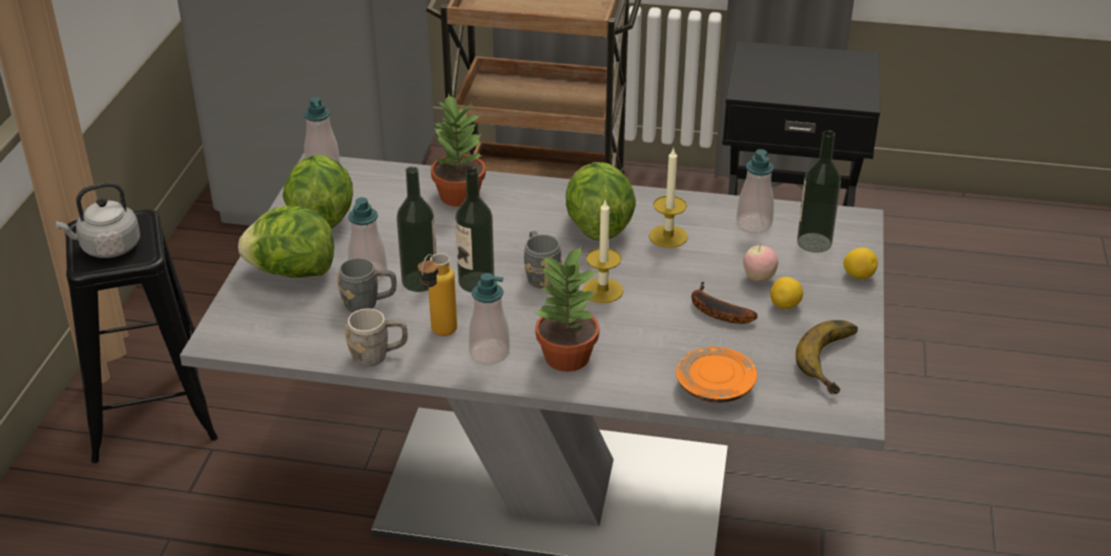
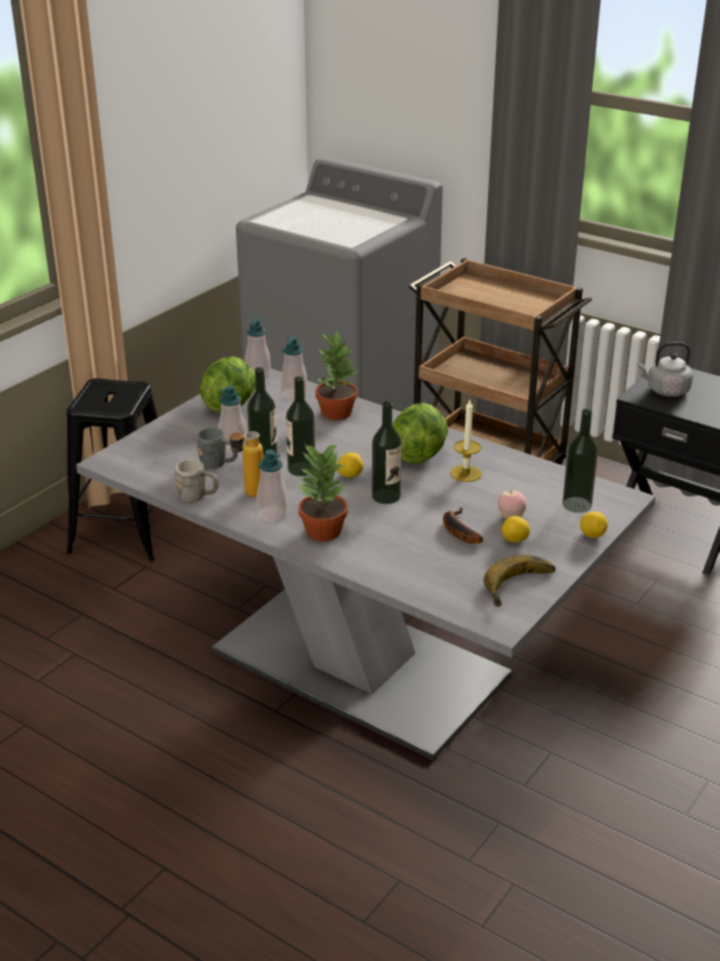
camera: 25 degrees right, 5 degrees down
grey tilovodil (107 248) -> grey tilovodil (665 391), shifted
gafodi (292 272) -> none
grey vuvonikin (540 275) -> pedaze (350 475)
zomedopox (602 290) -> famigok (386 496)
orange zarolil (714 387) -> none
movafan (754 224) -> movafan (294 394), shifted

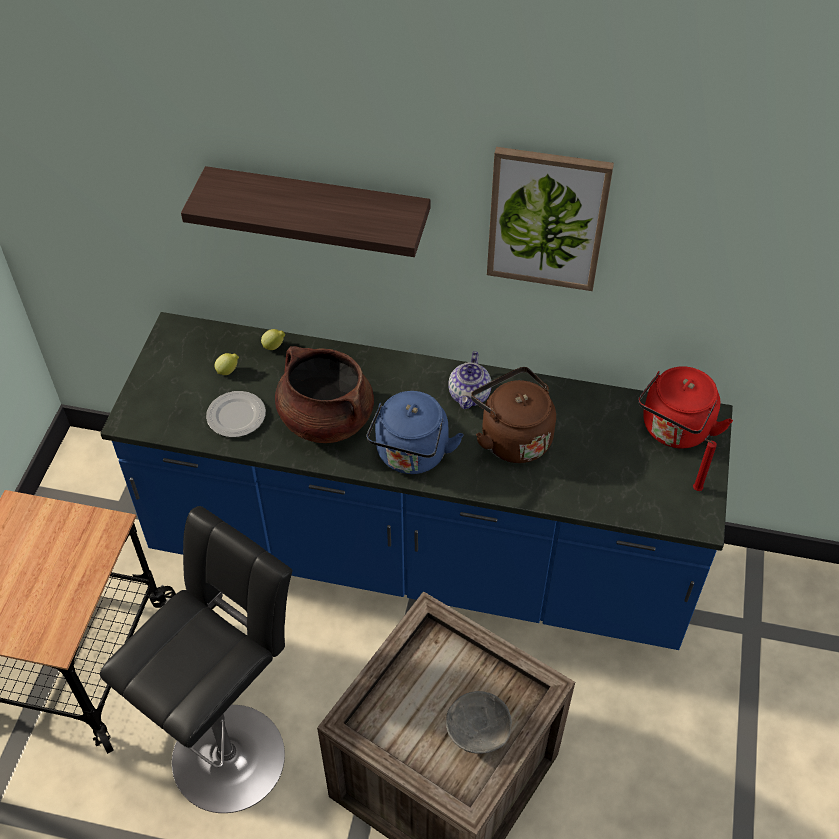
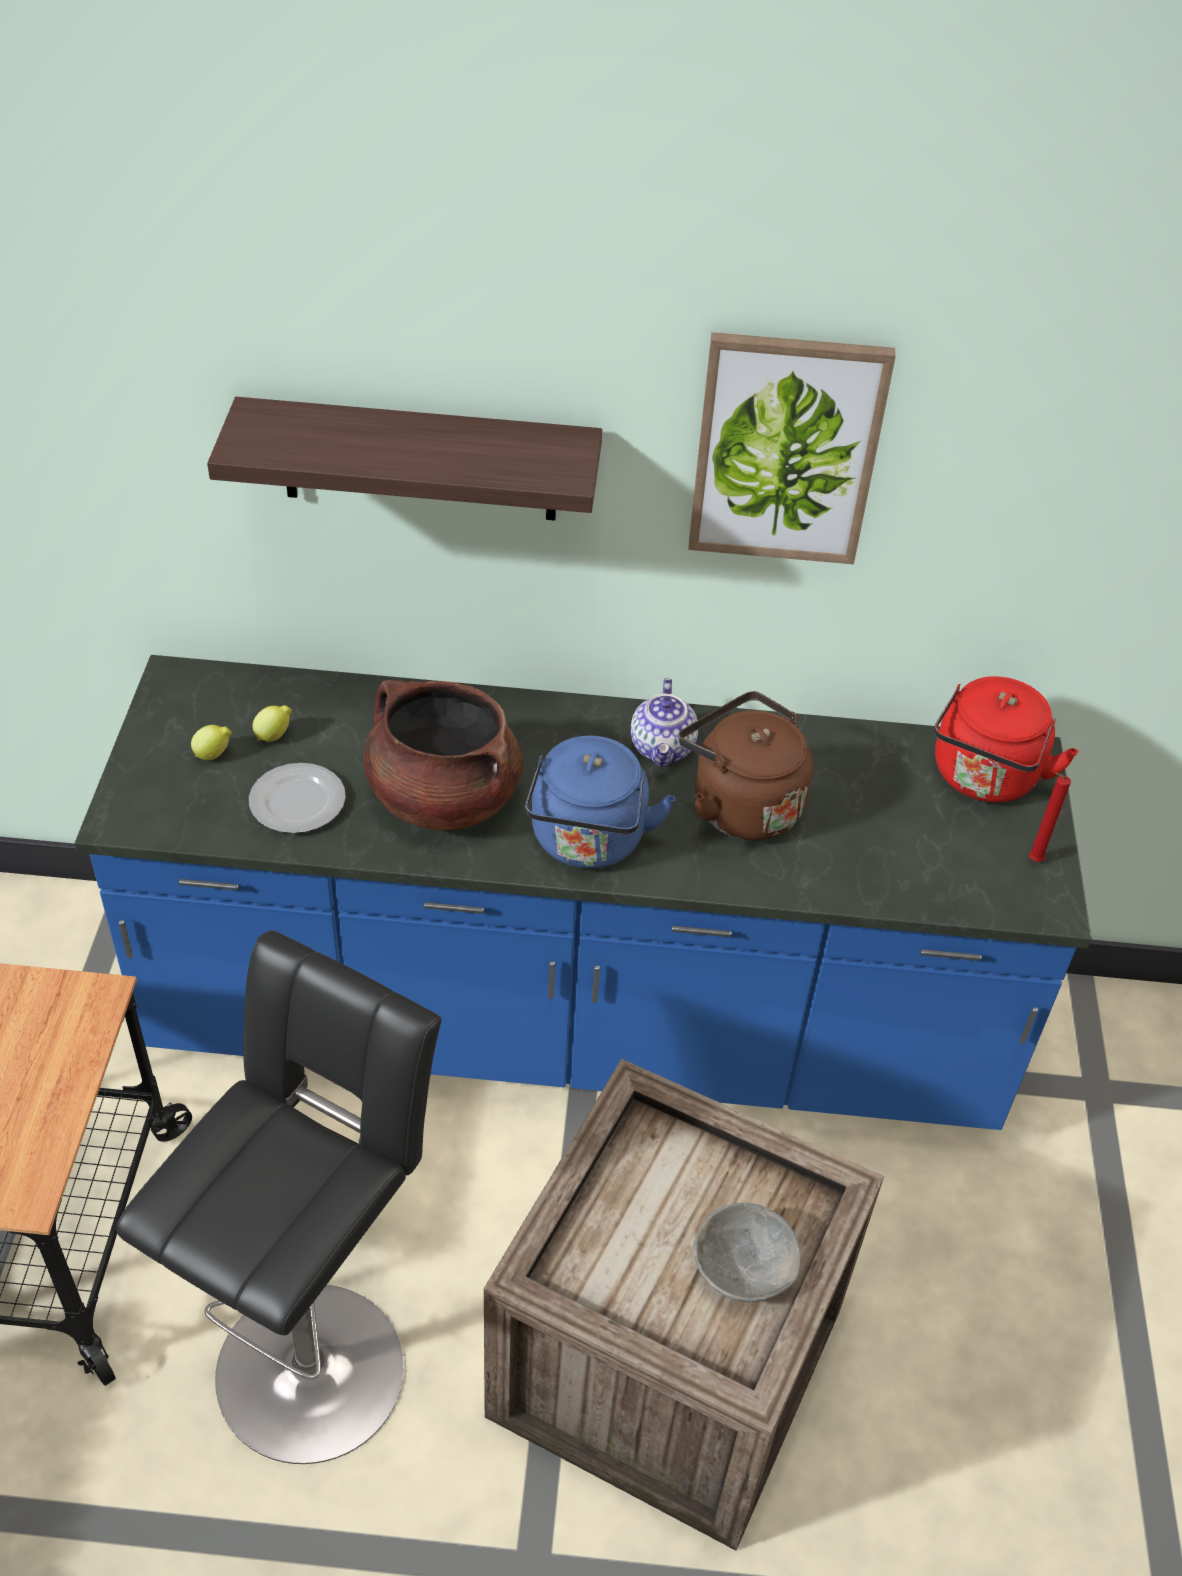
camera: 10 degrees left, 5 degrees down
pedaze (274 346) -> pedaze (214 754), shifted

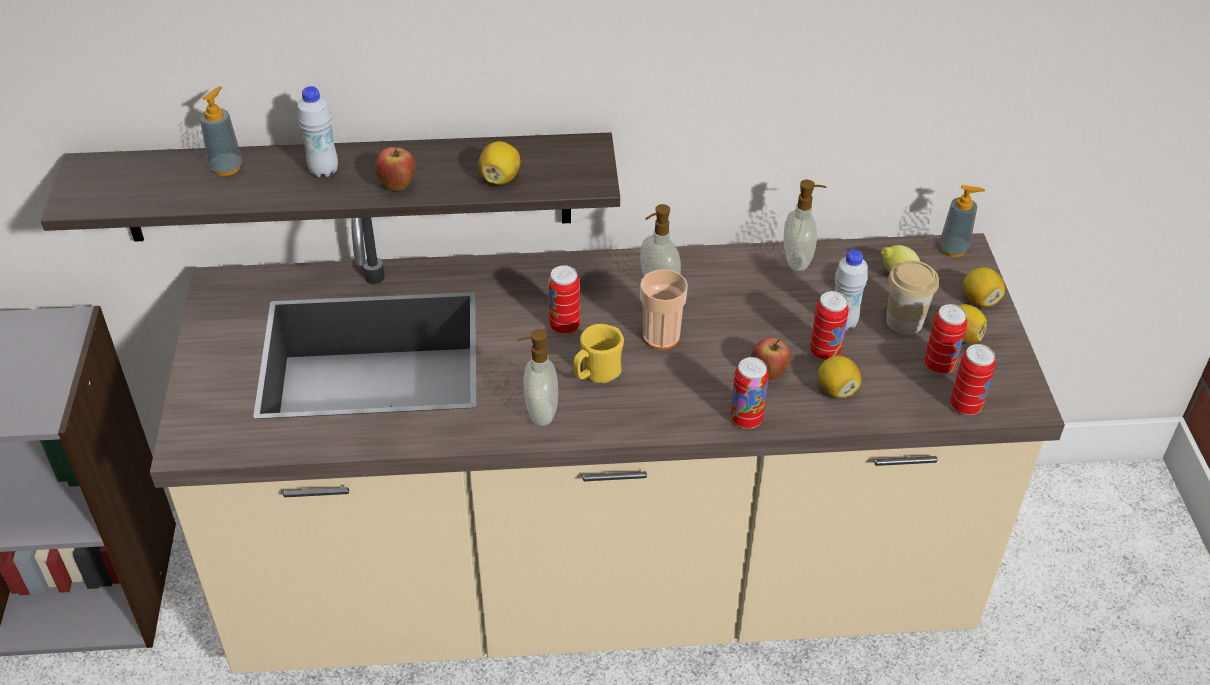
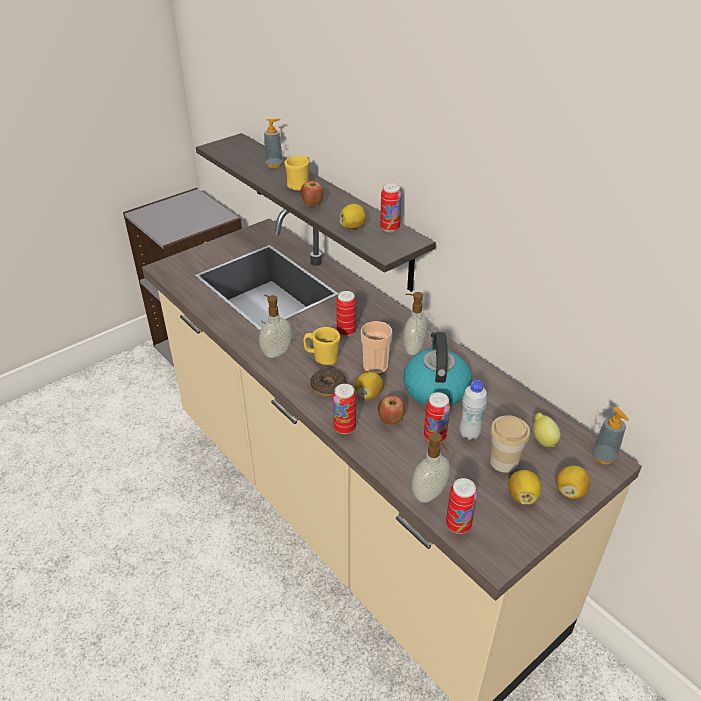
camera: 55 degrees right, 5 degrees down
white famigok (324 170) -> yellow vuvonikin (300 184)
movafan (798 260) -> movafan (430 494), shifted
pedaze (836 390) -> pedaze (368 394), shifted
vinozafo (939 365) -> vinozafo (389 228), shifted
none -> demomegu (328 387)
none -> tilovodil (435 388)

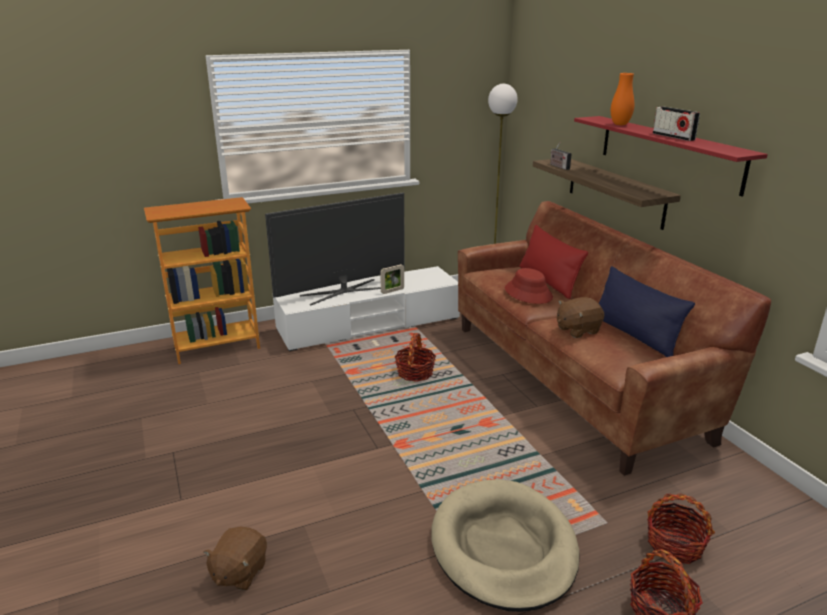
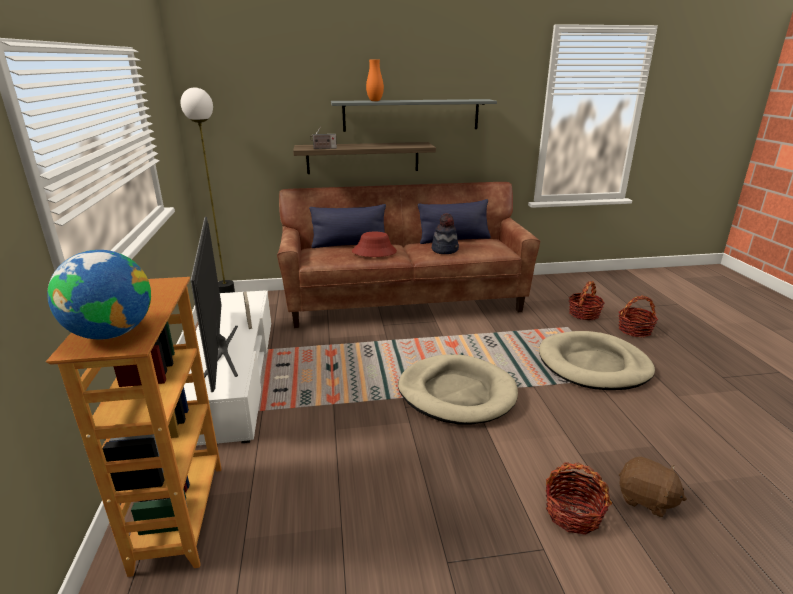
camera: 75 degrees left, 0 degrees up
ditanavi (415 373) -> ditanavi (572 513), shifted
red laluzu (548 281) -> blue laluzu (349 244)
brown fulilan (577 330) -> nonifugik (445 250)
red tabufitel (668 152) -> grey tabufitel (411 115)
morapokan (673 136) -> none
none -> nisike (111 333)
none -> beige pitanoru (456 393)

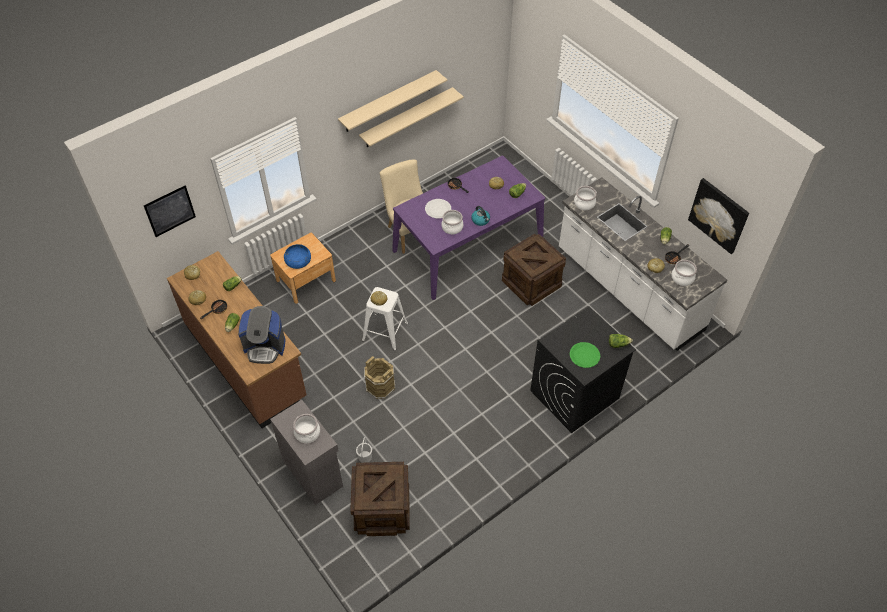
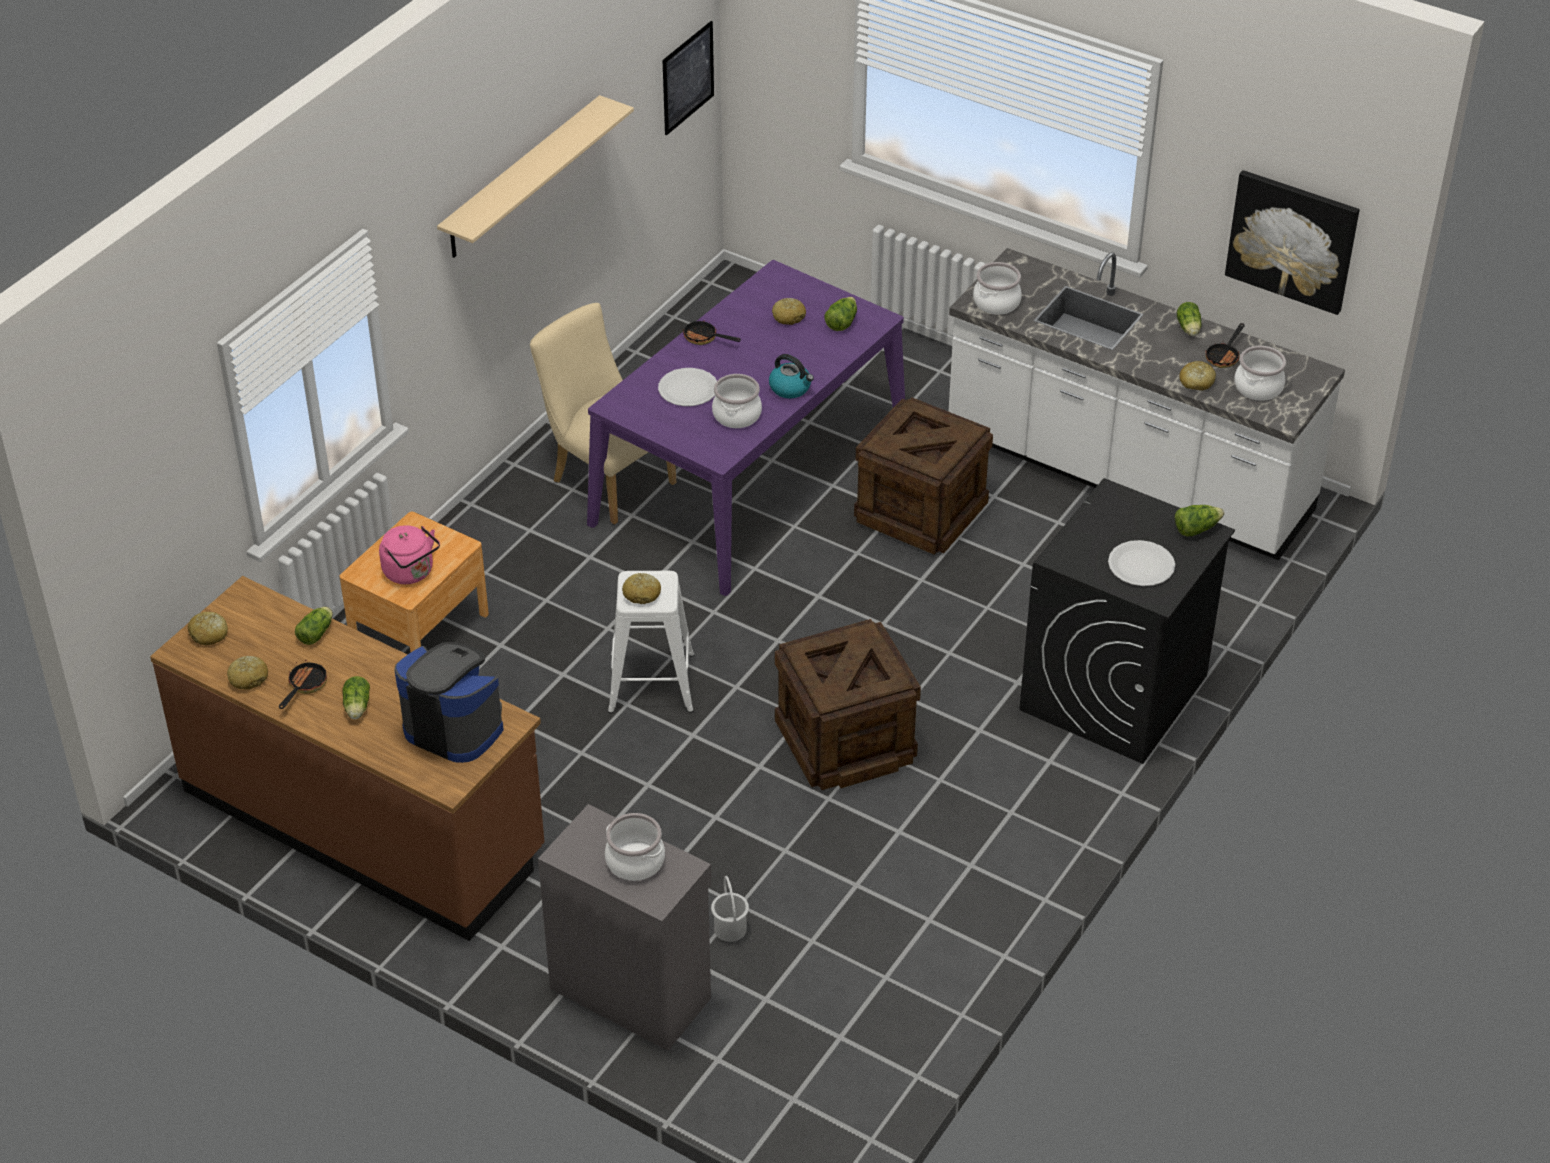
camera: 20 degrees left, 10 degrees down
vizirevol (170 211) -> vizirevol (687 77), shifted
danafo (265 347) -> danafo (454 727), 135 degrees counterclockwise
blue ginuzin (298 261) -> pink tilovodil (411 573)
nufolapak (382 509) -> nufolapak (845 742), shifted
beige tabufitel (407 118) -> none
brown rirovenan (380 386) -> none
green zarolil (584 355) -> white zarolil (1141 565)

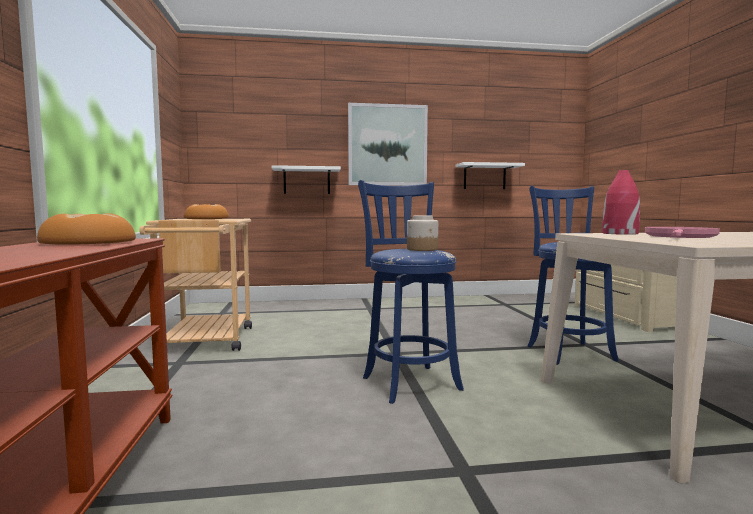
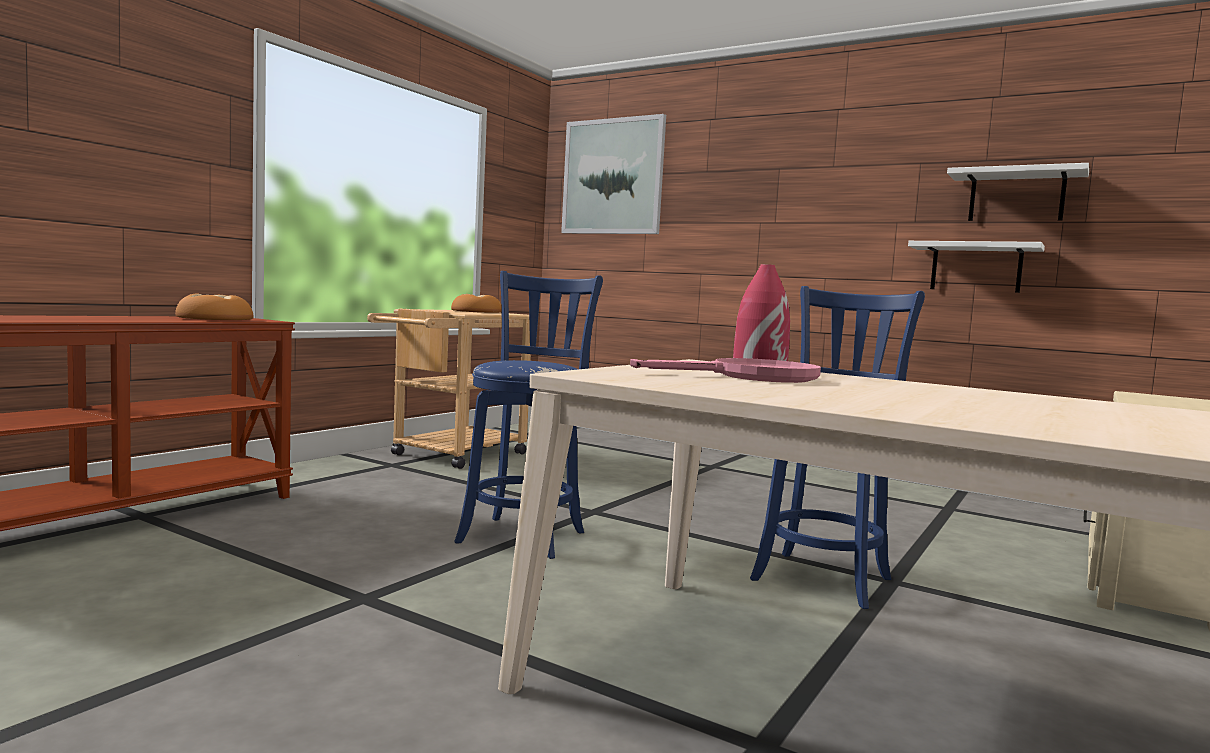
camera: 40 degrees right, 0 degrees up
white tabufitel (306 181) -> white tabufitel (1016 197), shifted
vizirevol (387 145) -> vizirevol (613 177), shifted
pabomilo (422 249) -> none

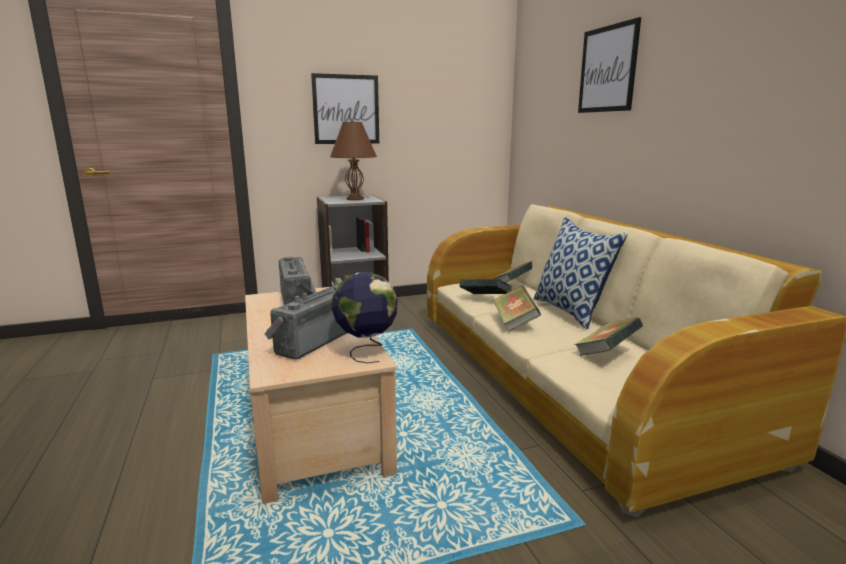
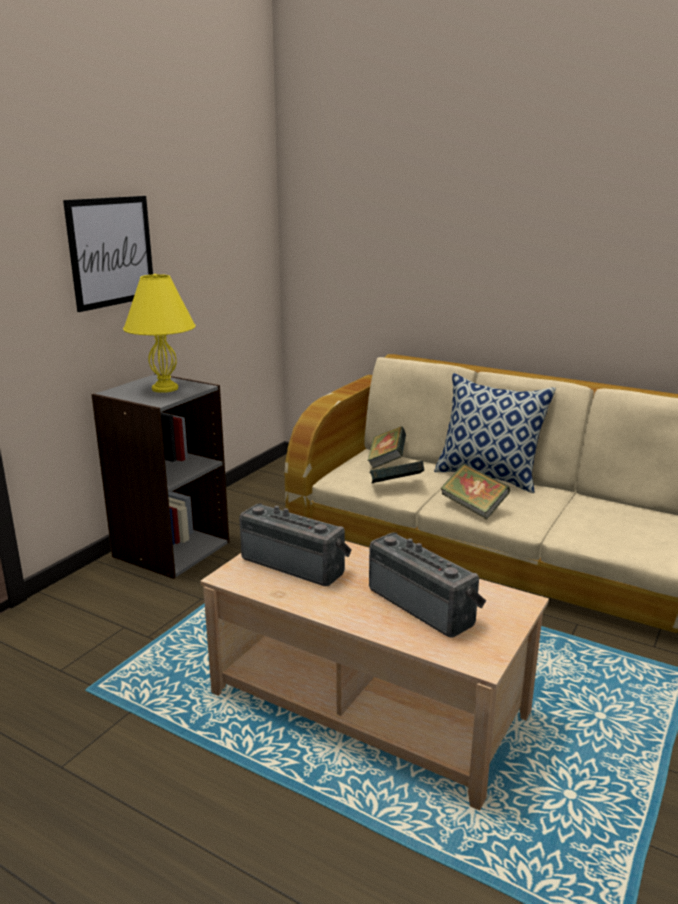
camera: 40 degrees left, 5 degrees up
morapokan (313 340) -> morapokan (424 605), 150 degrees clockwise
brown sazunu (354 199) -> yellow sazunu (165 389)
nisike (366 351) -> none
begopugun (606 354) -> none
vizirevol (607 69) -> none

